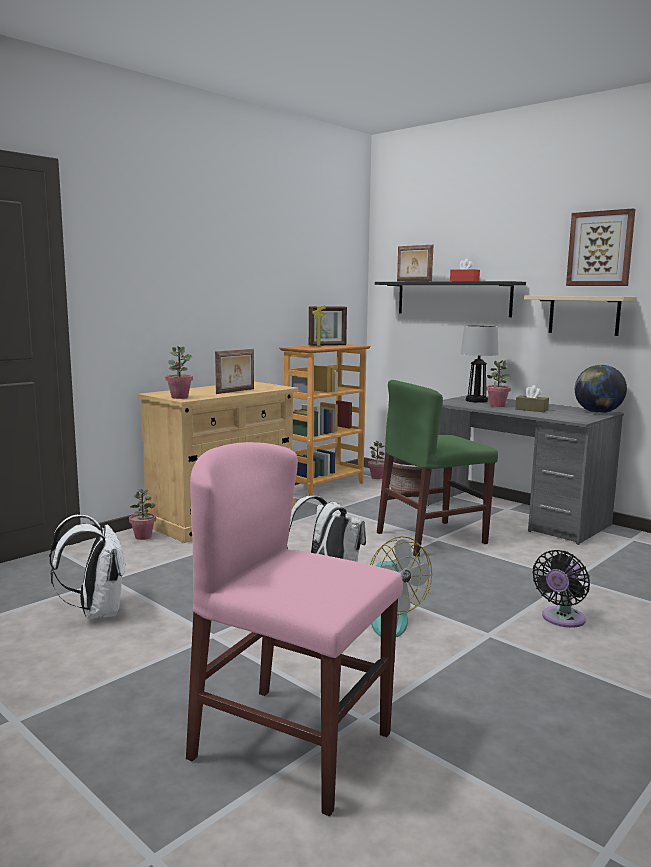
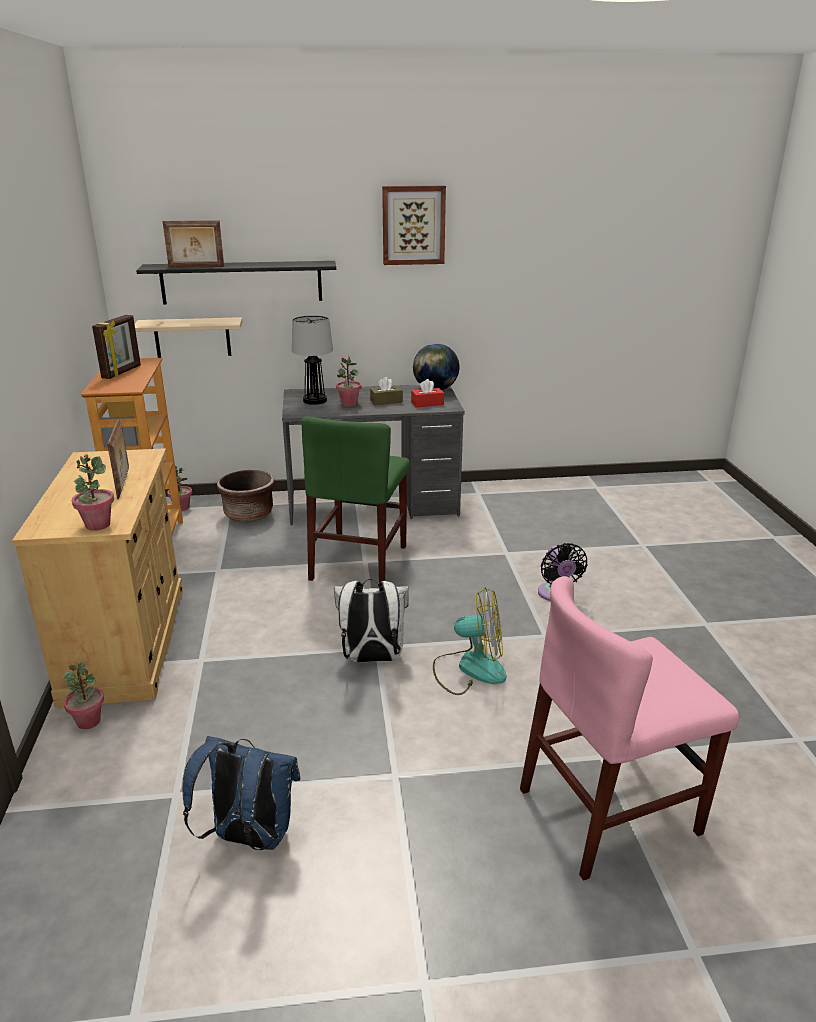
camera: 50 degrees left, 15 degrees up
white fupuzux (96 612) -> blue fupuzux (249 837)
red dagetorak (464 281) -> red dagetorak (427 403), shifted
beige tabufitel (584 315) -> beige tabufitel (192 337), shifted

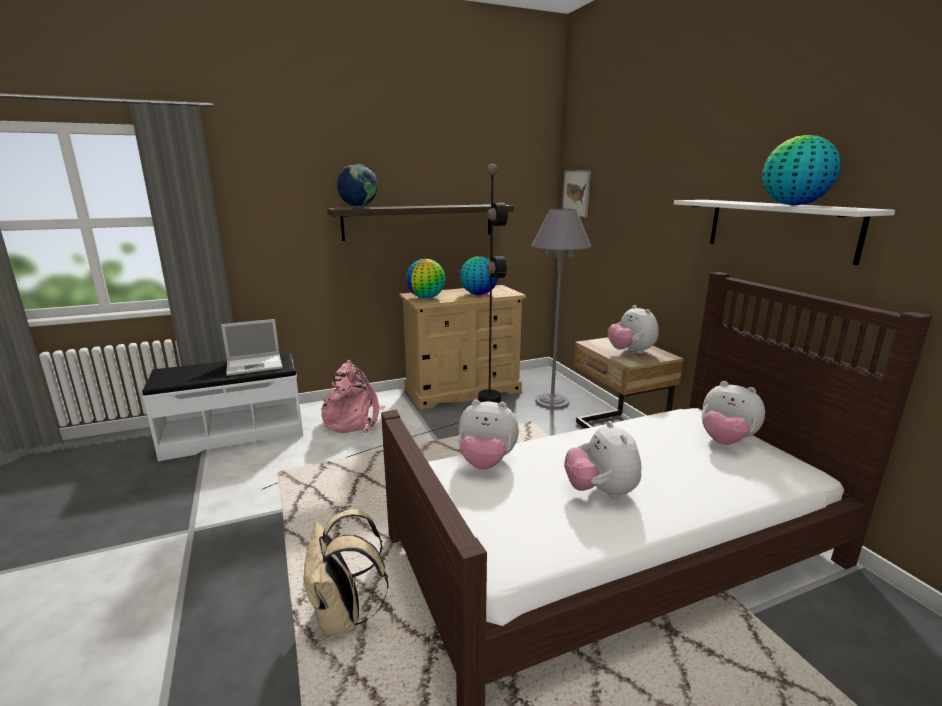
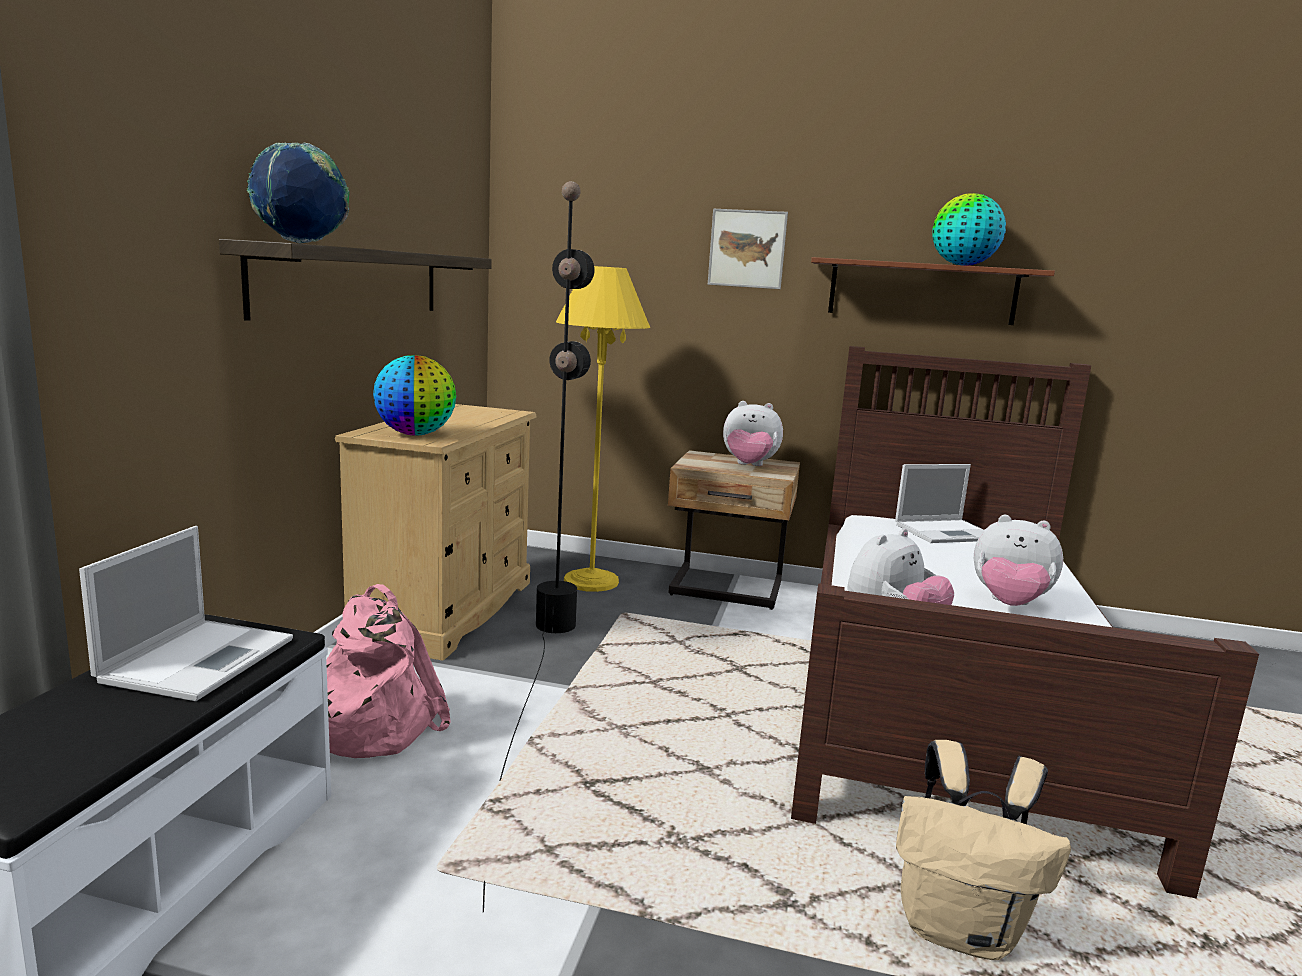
camera: 55 degrees left, 5 degrees down
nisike (478 294) -> none
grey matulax (552 401) -> yellow matulax (591 581)
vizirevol (576 193) -> vizirevol (747 249), shifted
white tabufitel (779 228) -> brown tabufitel (922 292)
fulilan (725 441) -> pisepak (947 532)

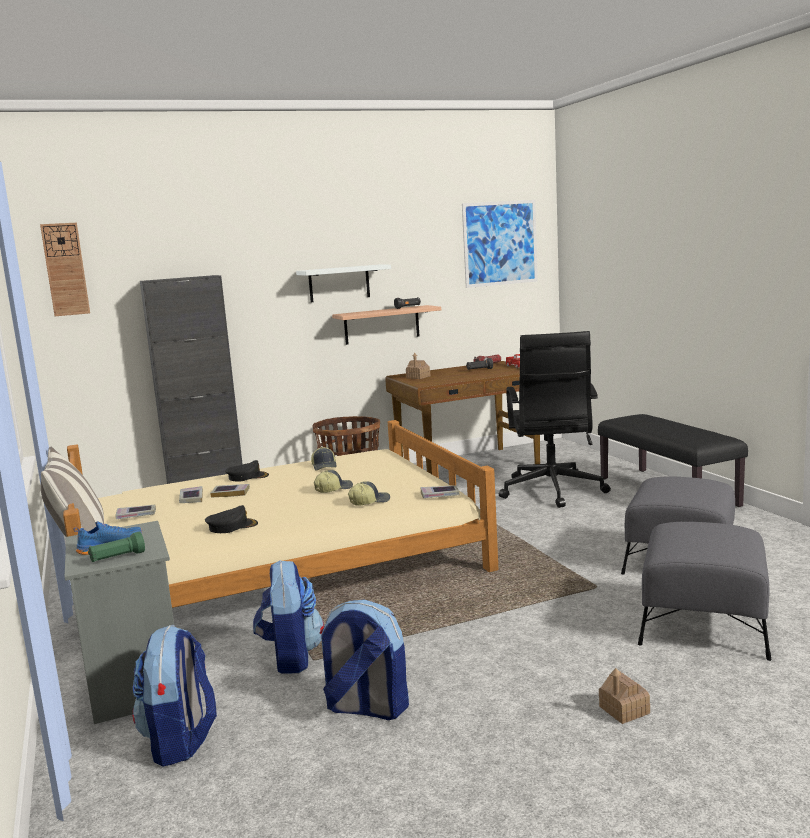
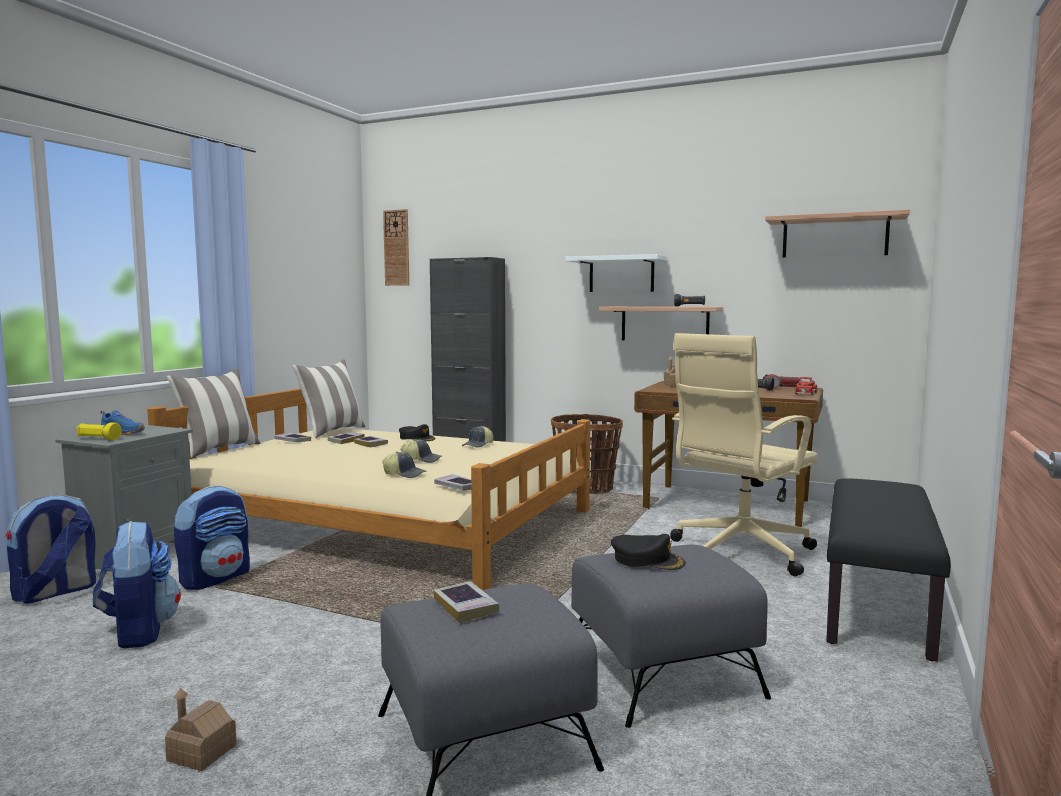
camera: 45 degrees right, 5 degrees down
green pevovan (117 558) -> yellow pevovan (98 438)
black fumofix (232 526) -> black fumofix (647 560), shifted
vizirevol (500 243) -> tabufitel (834 237)
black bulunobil (552 491) -> beige bulunobil (739 552)
none -> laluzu (331 432)
none -> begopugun (465 607)

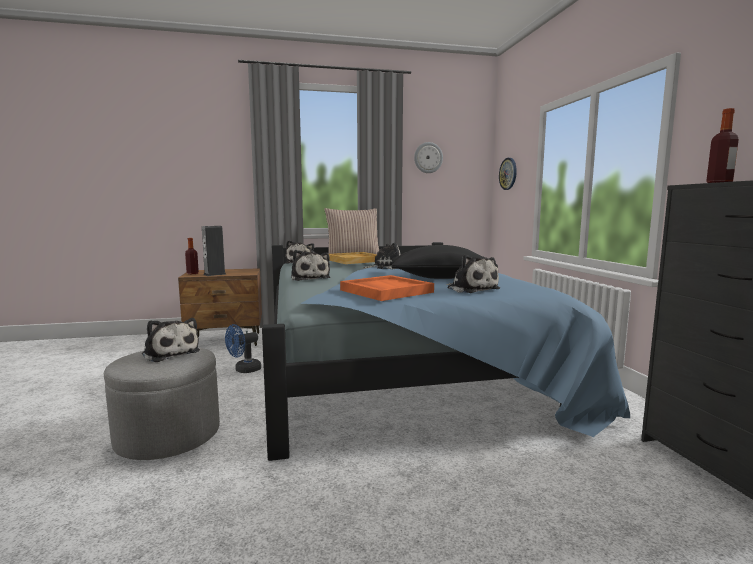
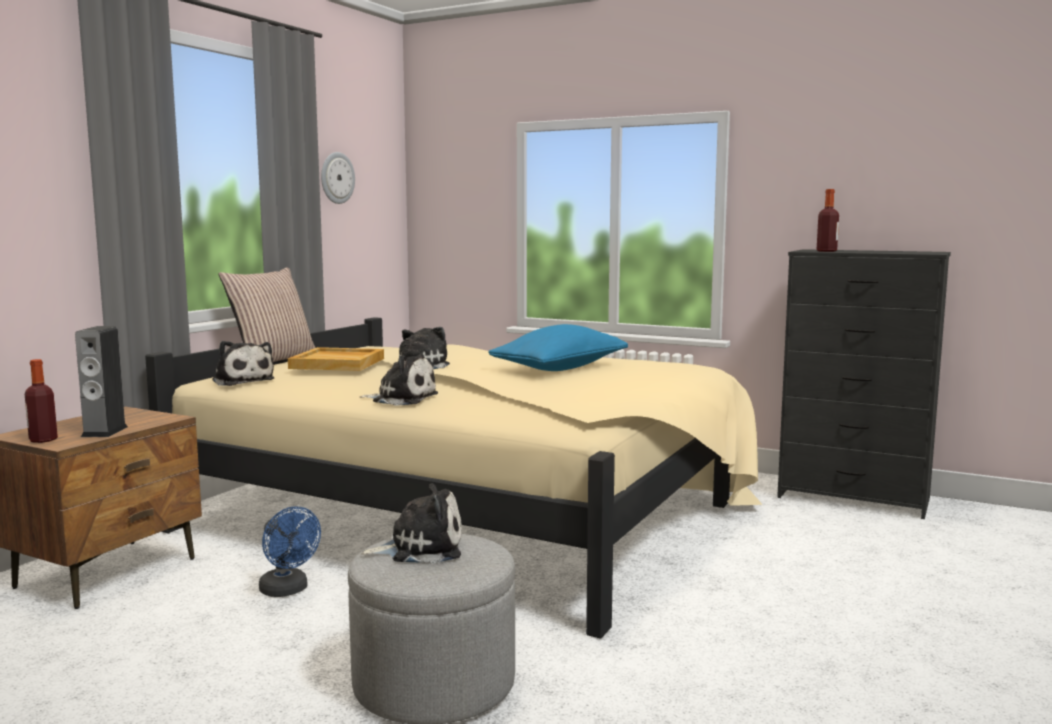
camera: 50 degrees left, 0 degrees up
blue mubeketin (244 370) -> blue mubeketin (288 590), 45 degrees counterclockwise
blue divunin (398 368) -> beige divunin (477 513)
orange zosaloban (385 291) -> none
black laluzu (441 278) -> blue laluzu (560 369)
fulilan (471 289) -> none
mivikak (508 173) -> none

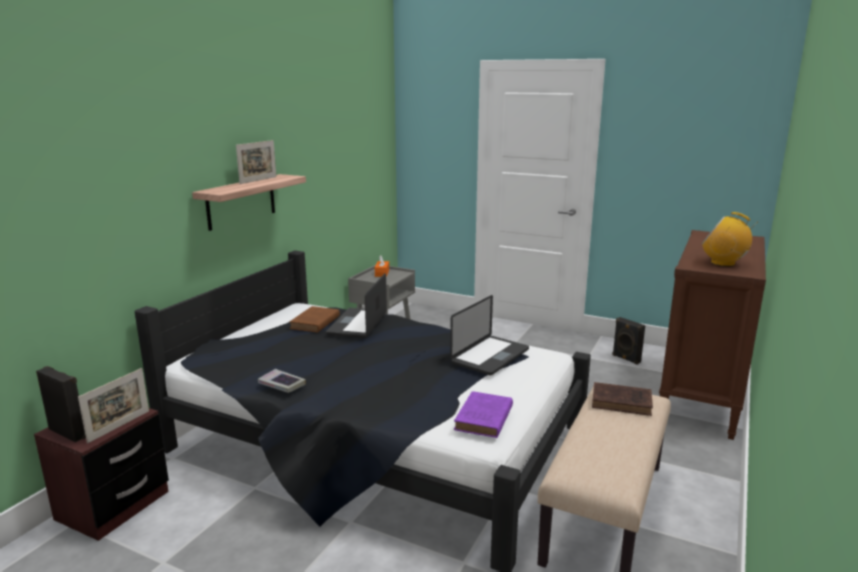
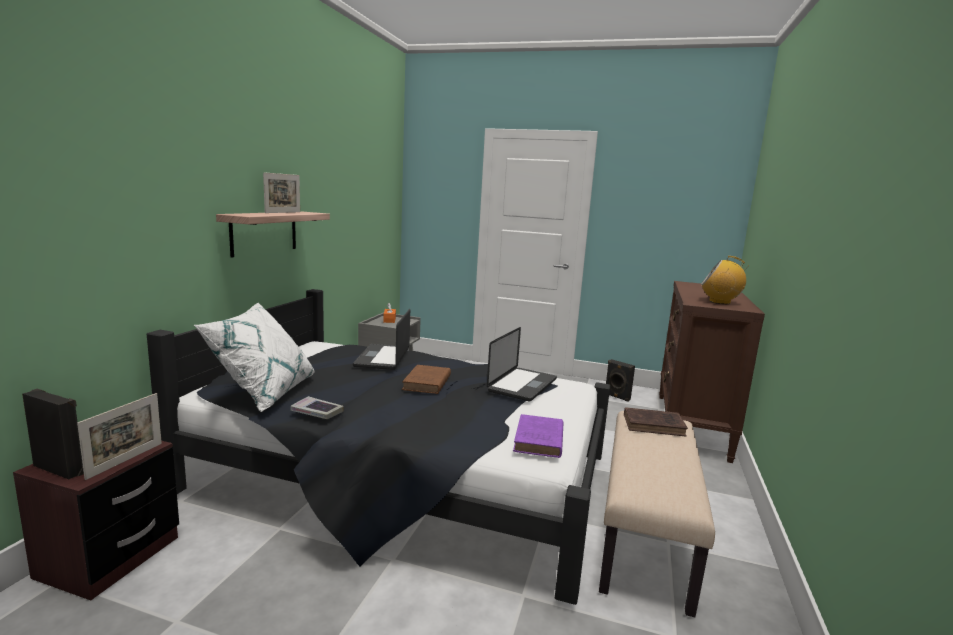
camera: 10 degrees left, 5 degrees down
brown begopugun (314 323) -> brown begopugun (426 383), shifted
none -> white laluzu (264 393)

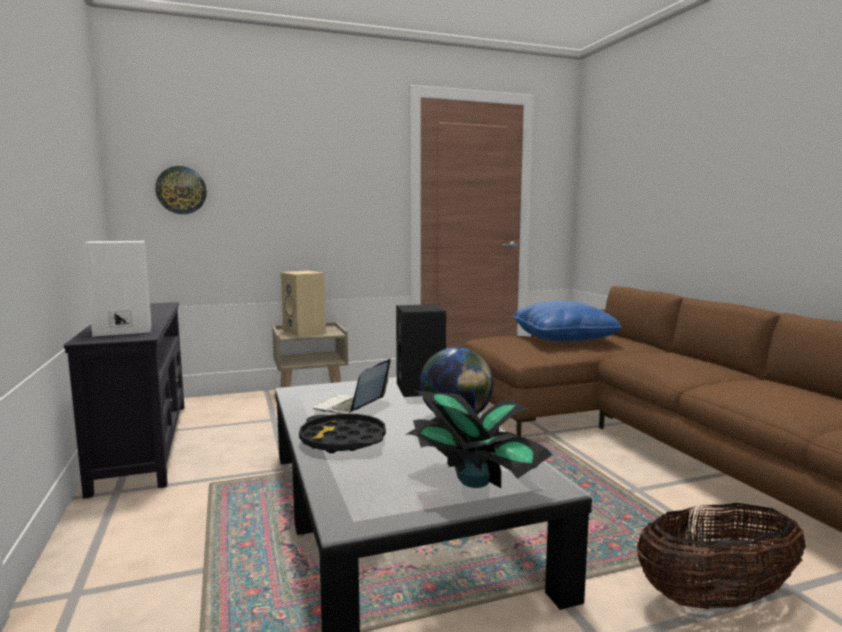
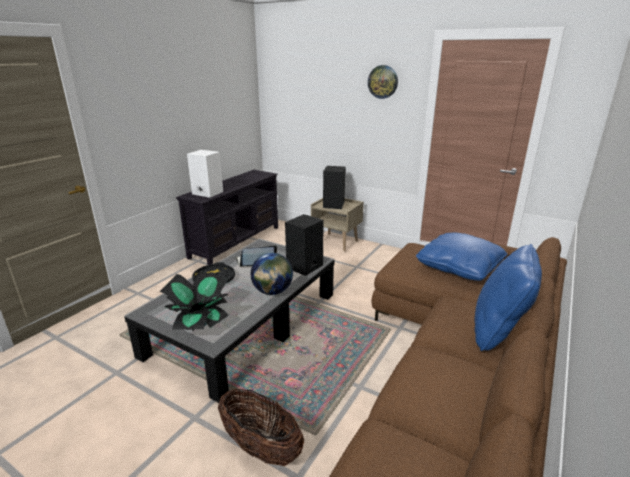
camera: 50 degrees right, 15 degrees up
mivikak (181 190) -> mivikak (383 82), shifted
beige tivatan (305 332) -> black tivatan (334 205)
none -> blue laluzu (498 331)

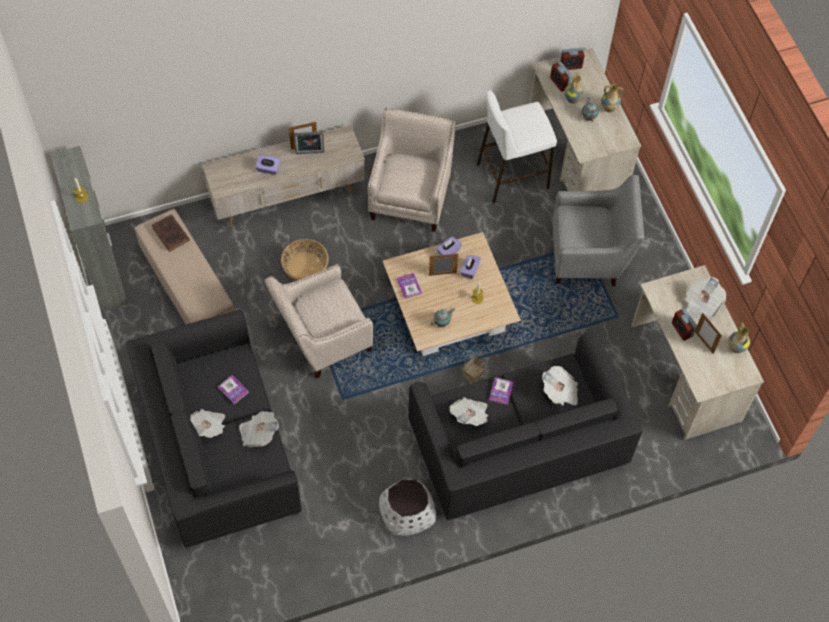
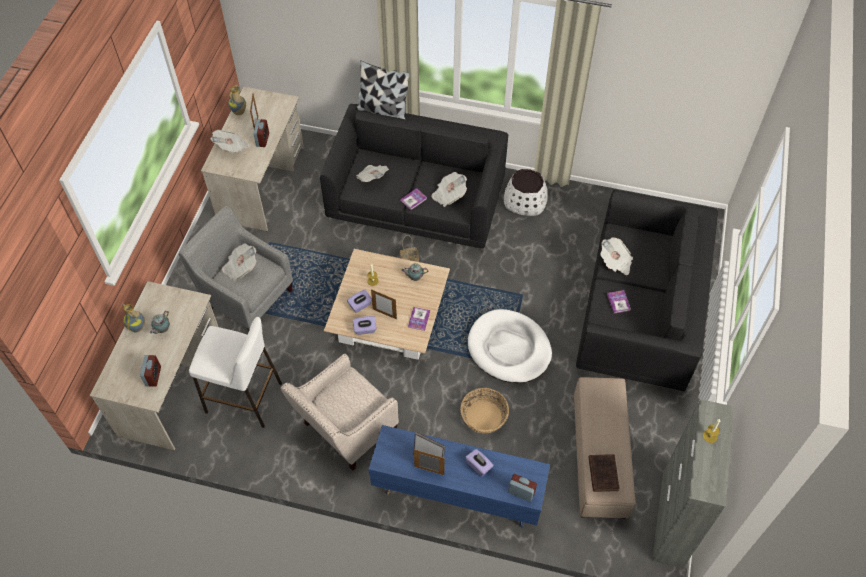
camera: 145 degrees left, 5 degrees down
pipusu (207 427) -> pipusu (240 268), shifted
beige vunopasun (287 198) -> blue vunopasun (457 494)
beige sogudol (321 338) -> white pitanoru (509 349)
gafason (570 65) -> gafason (521 492), shifted
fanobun (573 100) -> none
none -> laluzu (383 110)

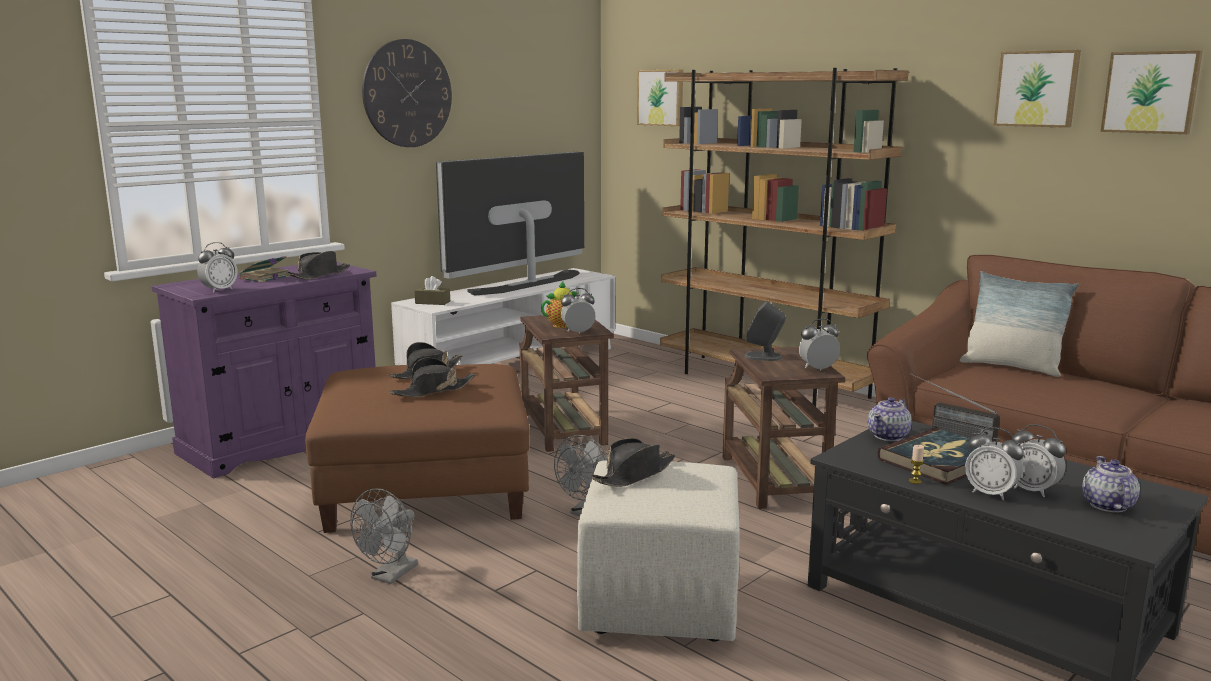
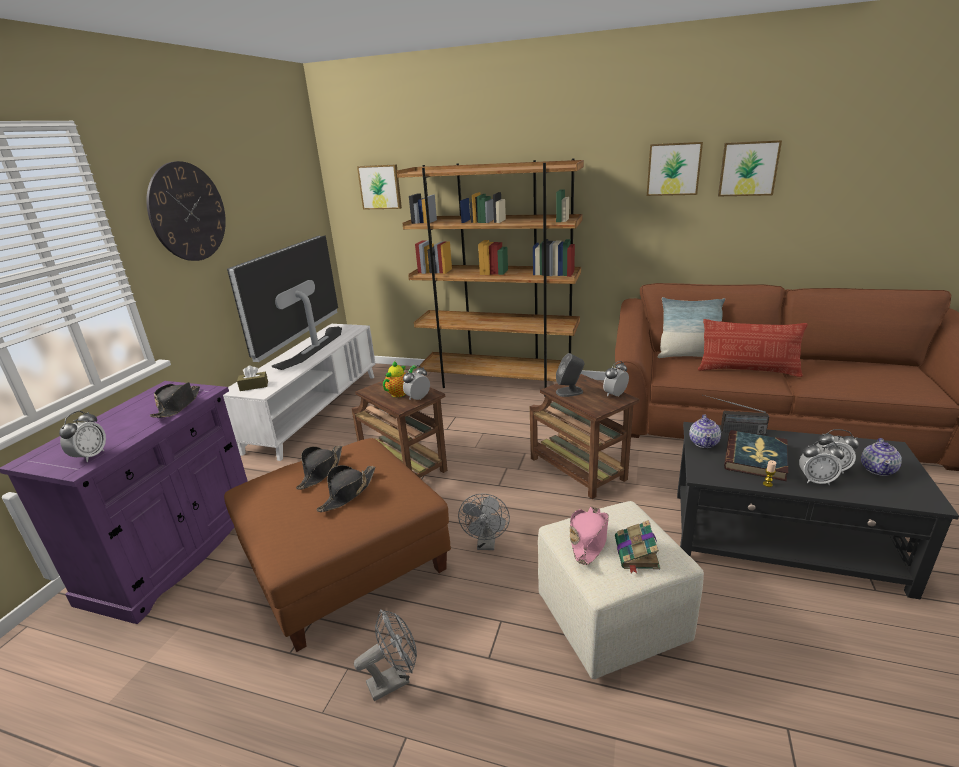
camera: 25 degrees left, 10 degrees up
begopugun (264 278) -> begopugun (636 554), shifted
grey mubeketin (390 576) -> grey mubeketin (394 680), 120 degrees counterclockwise
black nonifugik (634 474) -> pink nonifugik (588 539)
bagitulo (1107 505) -> bagitulo (878 469), 135 degrees counterclockwise
none -> laluzu (747 370)

